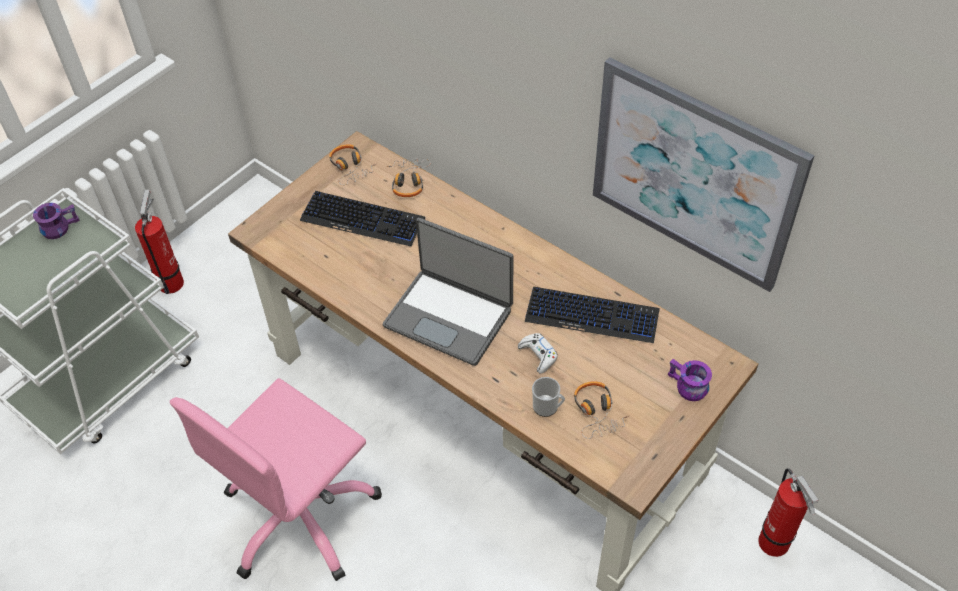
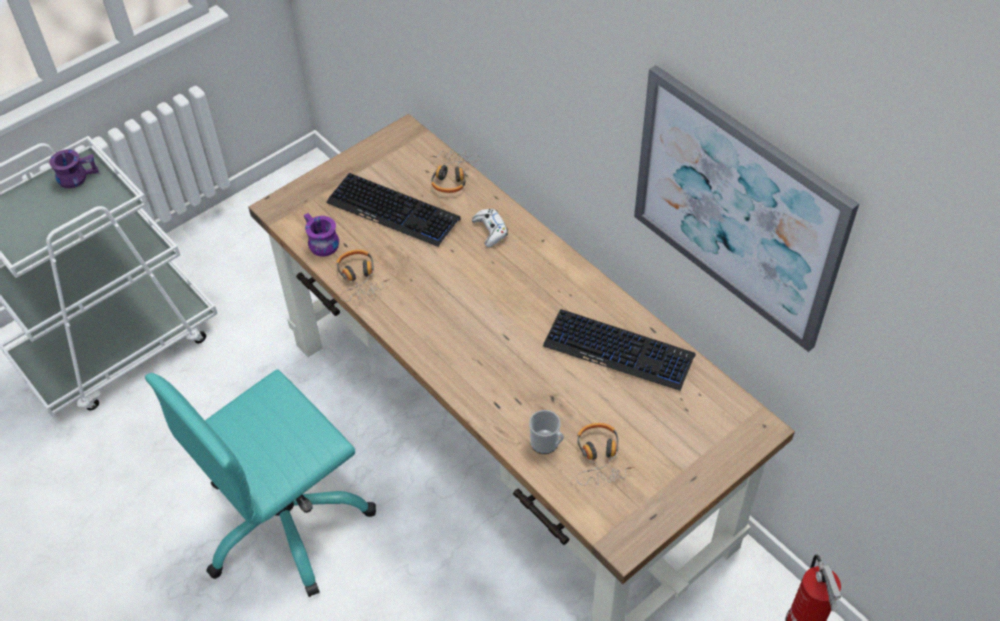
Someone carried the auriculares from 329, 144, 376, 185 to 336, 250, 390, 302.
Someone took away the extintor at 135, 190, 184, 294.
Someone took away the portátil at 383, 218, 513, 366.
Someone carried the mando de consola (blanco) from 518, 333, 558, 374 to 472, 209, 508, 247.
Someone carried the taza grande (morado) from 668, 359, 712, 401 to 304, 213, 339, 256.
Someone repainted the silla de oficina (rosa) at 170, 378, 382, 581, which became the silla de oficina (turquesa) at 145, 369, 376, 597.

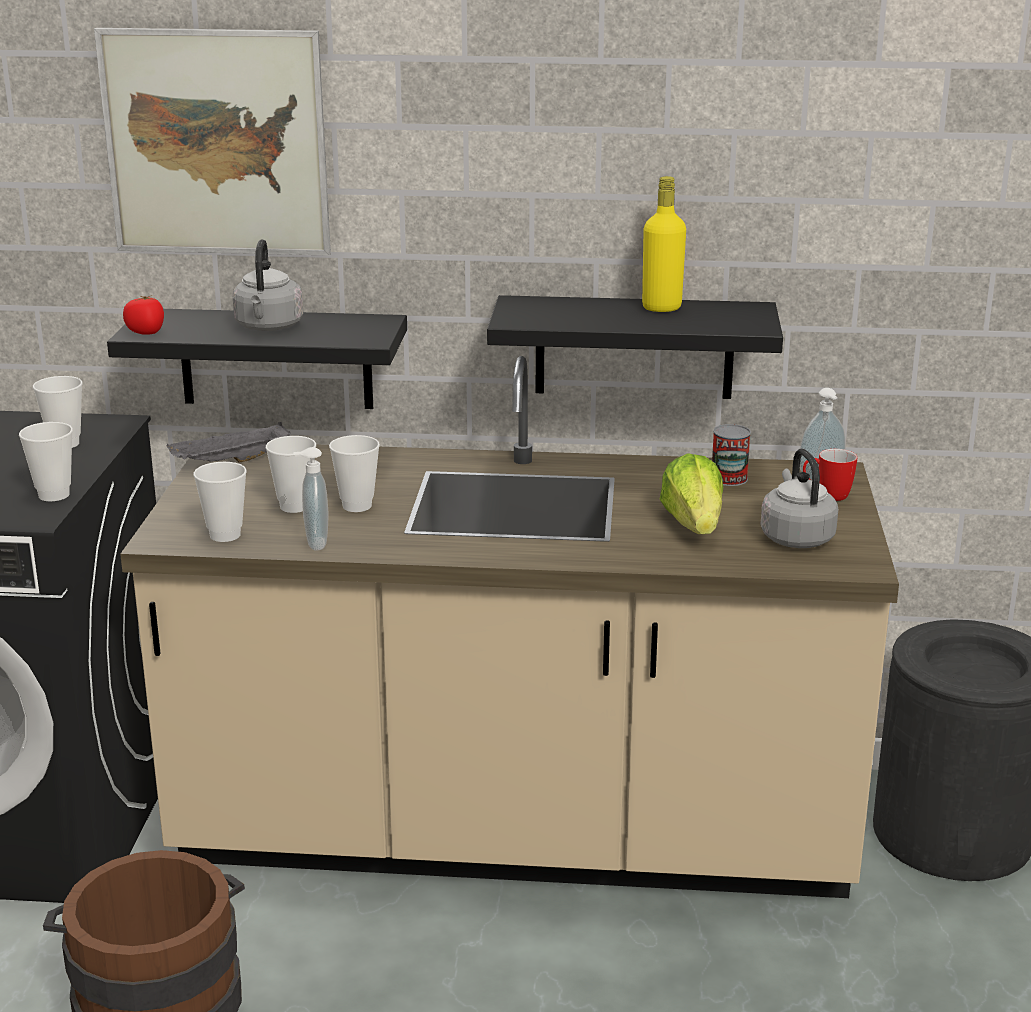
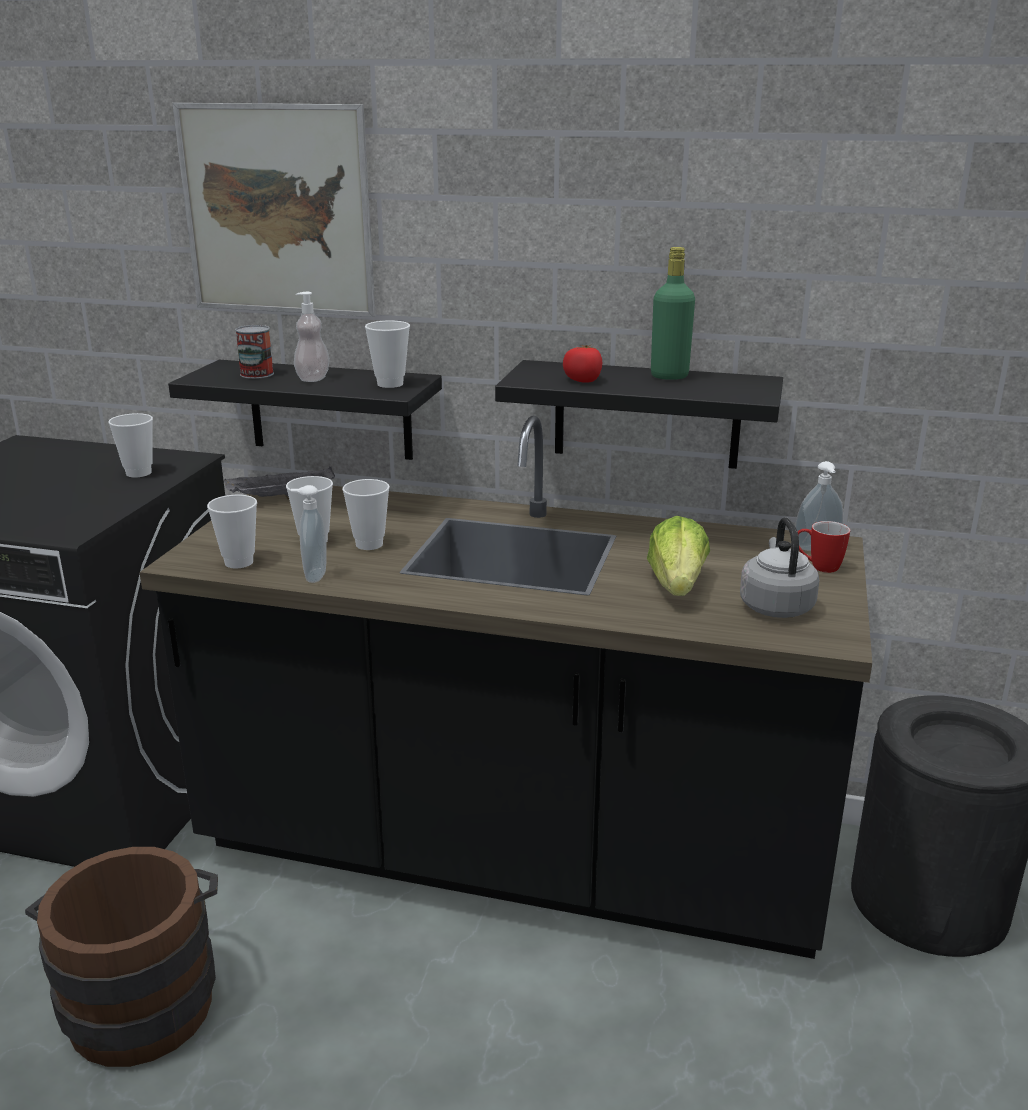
Someone repainted the botella (amarillo) at 642, 176, 686, 312, which became the botella (verde) at 651, 247, 695, 380.
Someone swapped the hervidor (gris) at 232, 239, 304, 331 for the dispensador de jabón at 294, 292, 330, 382.
Someone carried the tomate from 123, 295, 164, 335 to 563, 345, 602, 383.
Someone repainted the mueble bajo de cocina (beis) at 120, 356, 899, 898, which became the mueble bajo de cocina (negro) at 139, 416, 872, 959.
Someone carried the taza from 19, 422, 73, 501 to 365, 320, 410, 388.
Someone carried the lata from 712, 424, 751, 486 to 235, 325, 274, 379.

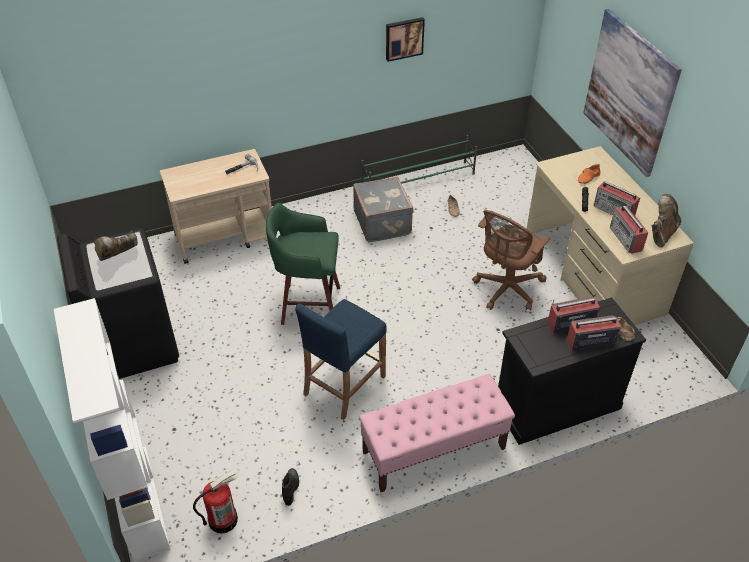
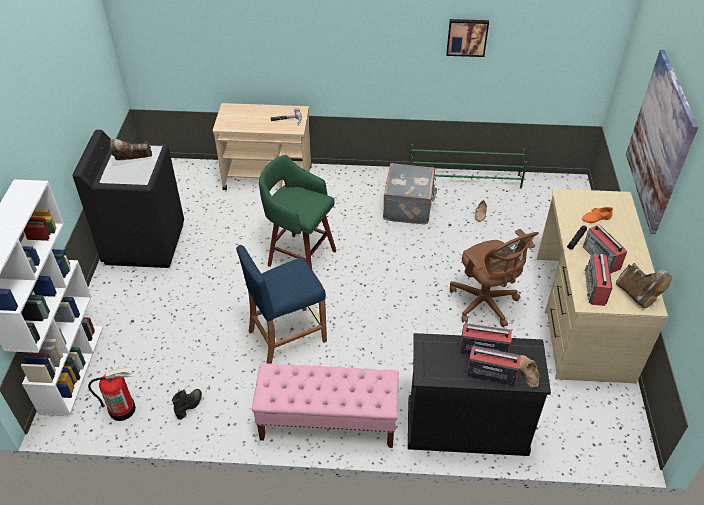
Someone rotated the bota (marrón) at 652, 194, 681, 247 by 90 degrees clockwise.
Someone rotated the silla de oficina (marrón) at 472, 210, 550, 311 by 90 degrees counterclockwise.

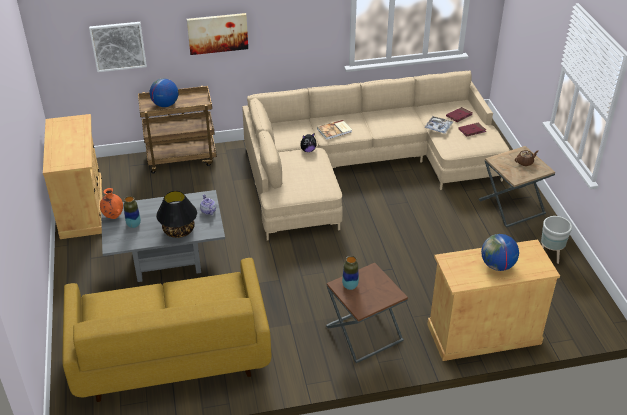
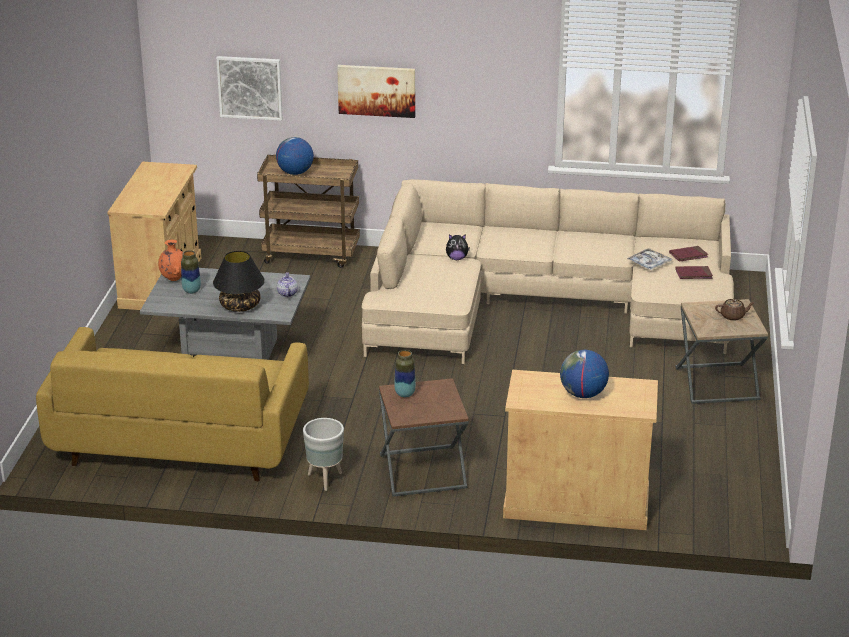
Someone took away the libro at 317, 120, 352, 140.
Someone carried the maceta (gris) from 541, 216, 572, 264 to 303, 418, 344, 491.

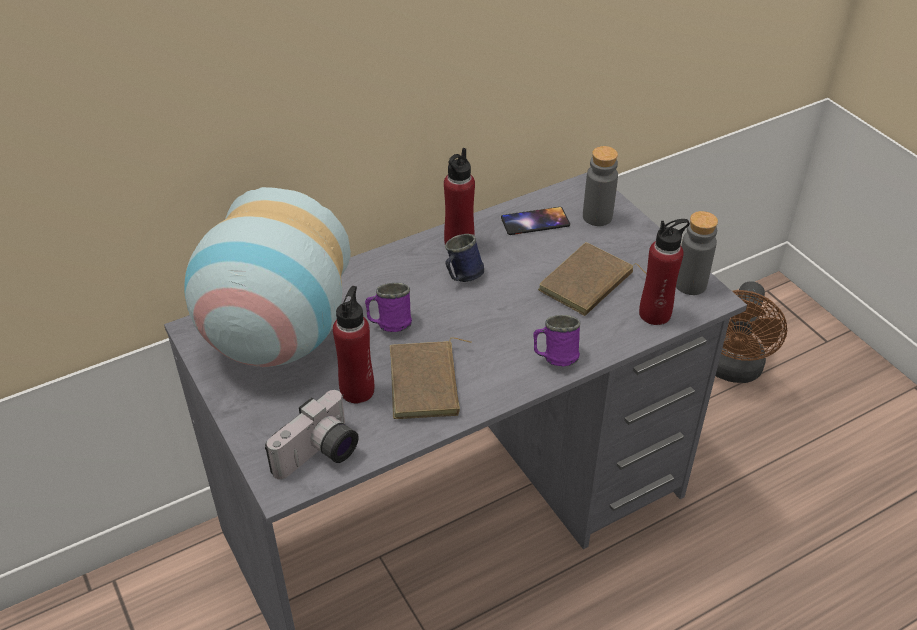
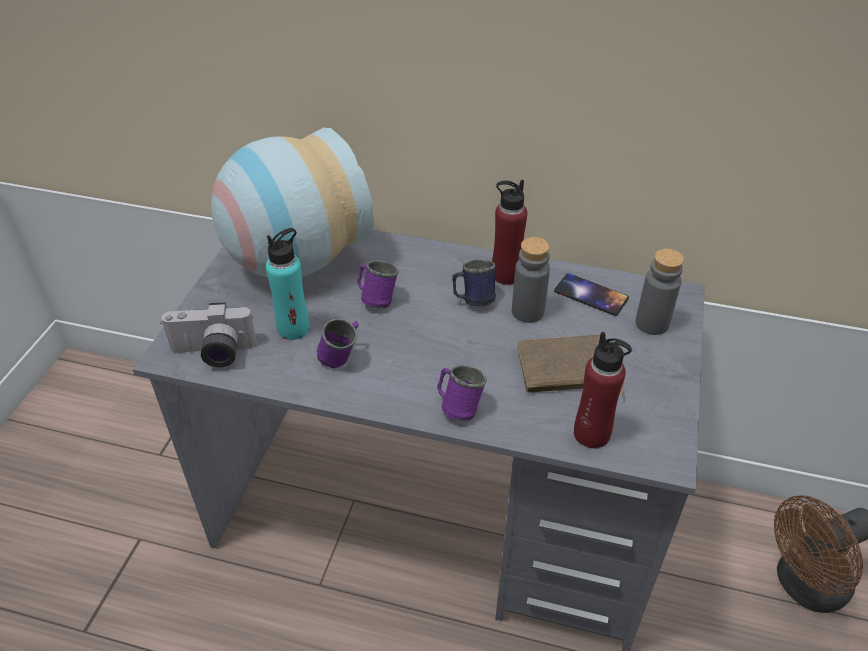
Someone carried the botella (gris) from 676, 211, 718, 295 to 512, 237, 550, 323.
Someone repainted the botella (rojo) at 333, 286, 374, 403, which became the botella (turquesa) at 266, 228, 310, 340.
Someone swapped the libro (marrón) at 390, 337, 472, 419 for the taza grande (morado) at 317, 318, 359, 368.

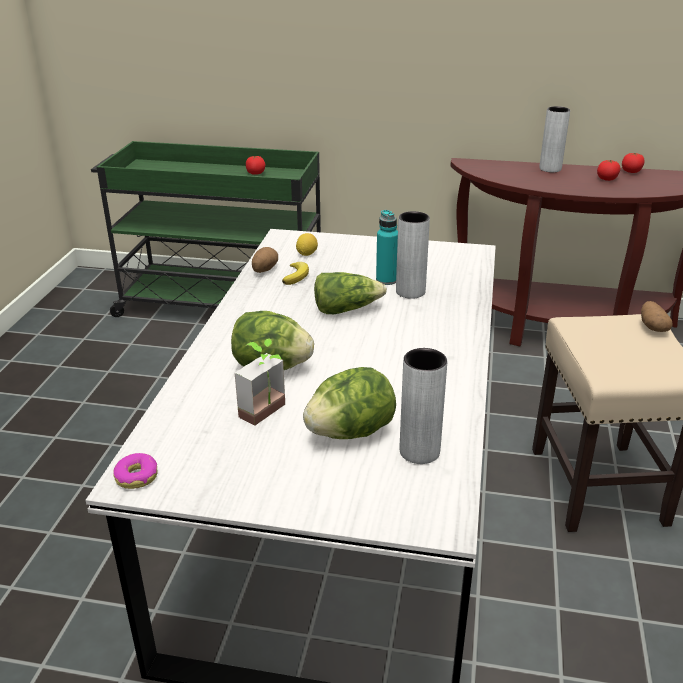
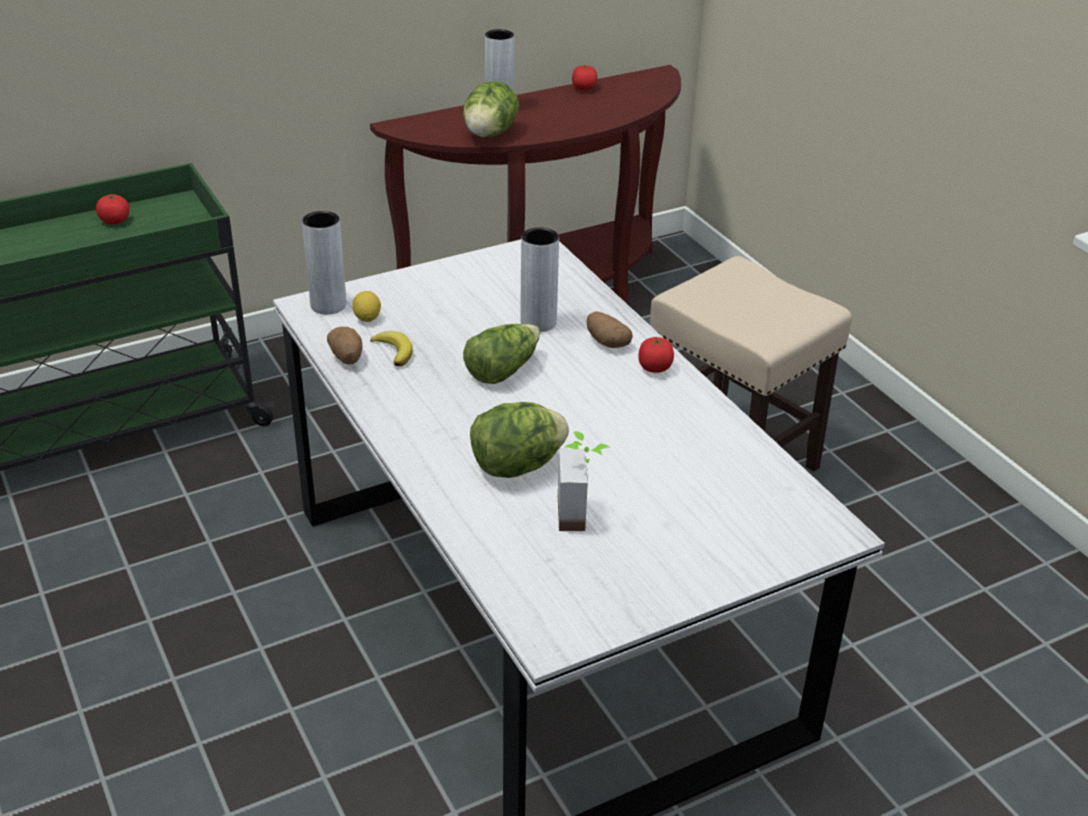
Someone carried the tomate from 597, 160, 620, 181 to 638, 337, 674, 373.
Someone took away the botella (turquesa) at 376, 210, 398, 285.
Someone carried the patata from 641, 301, 673, 332 to 587, 311, 633, 348.
Someone carried the florero (gris) from 400, 348, 447, 464 to 302, 211, 346, 314.
Someone carried the lechuga from 303, 367, 396, 439 to 463, 81, 519, 137.
Someone took away the rosquilla at 113, 453, 158, 489.

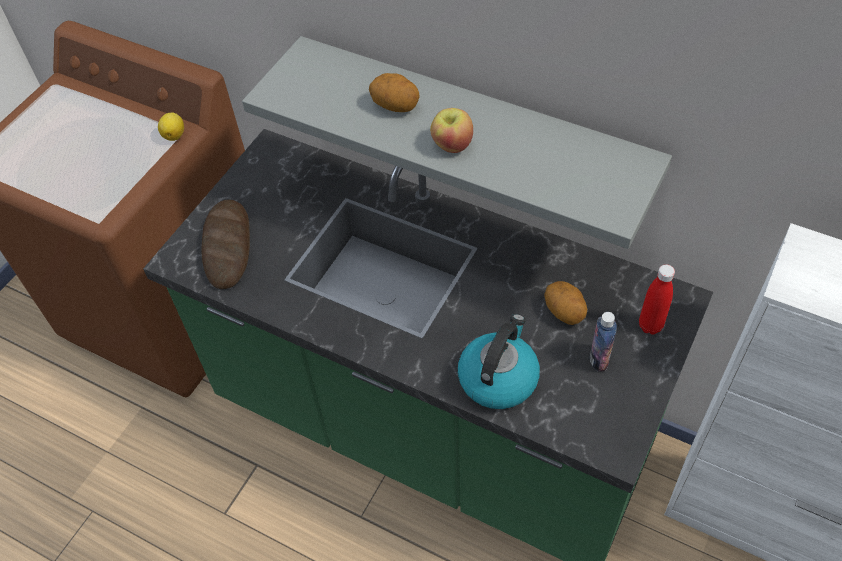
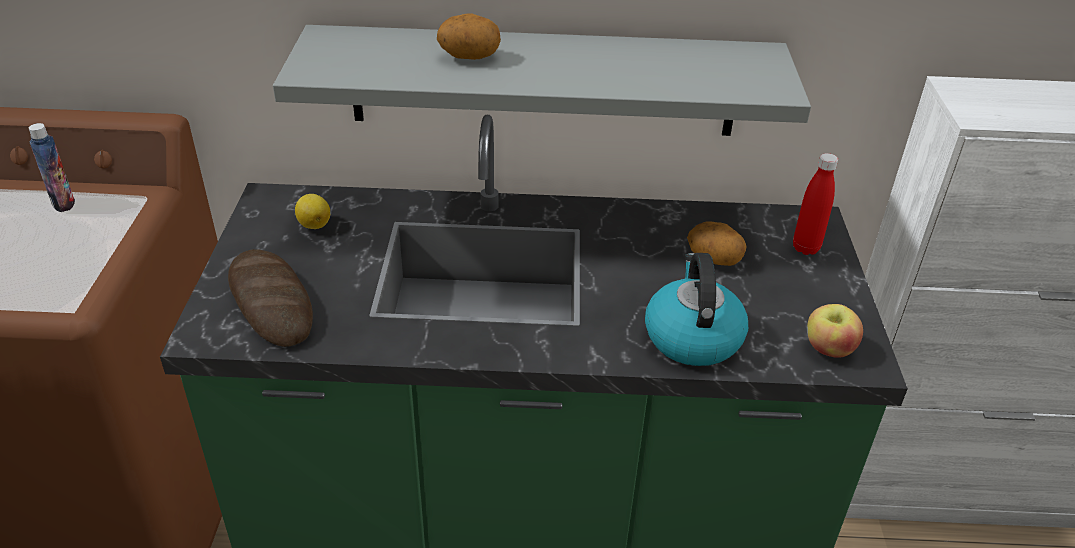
Someone carried the manzana from 430, 108, 473, 153 to 807, 304, 863, 358.
Someone carried the limón from 158, 113, 184, 141 to 295, 194, 330, 229.
Someone carried the botella from 590, 312, 617, 371 to 29, 123, 75, 212.

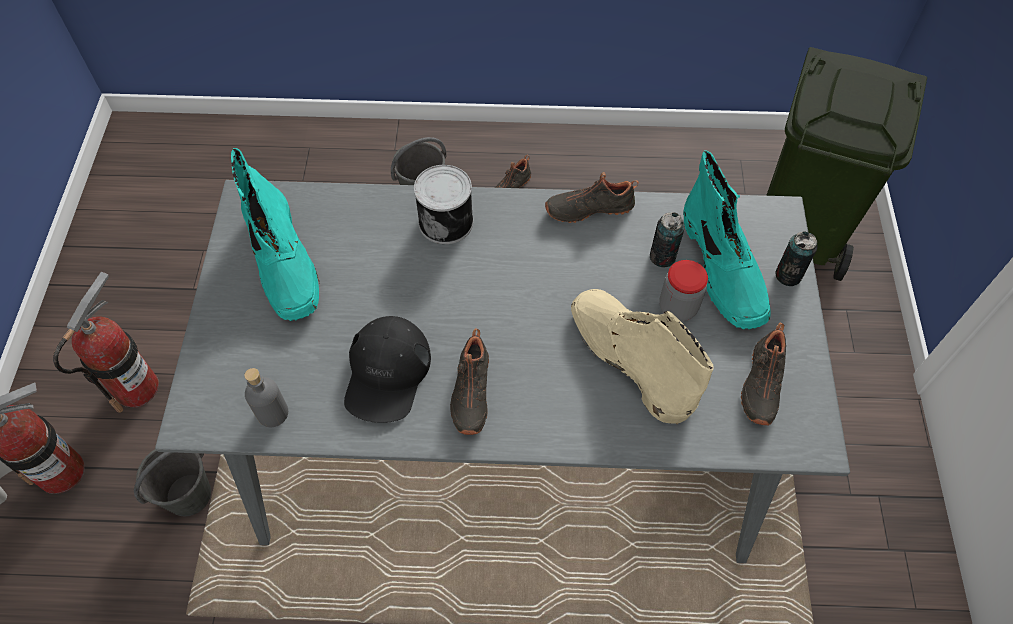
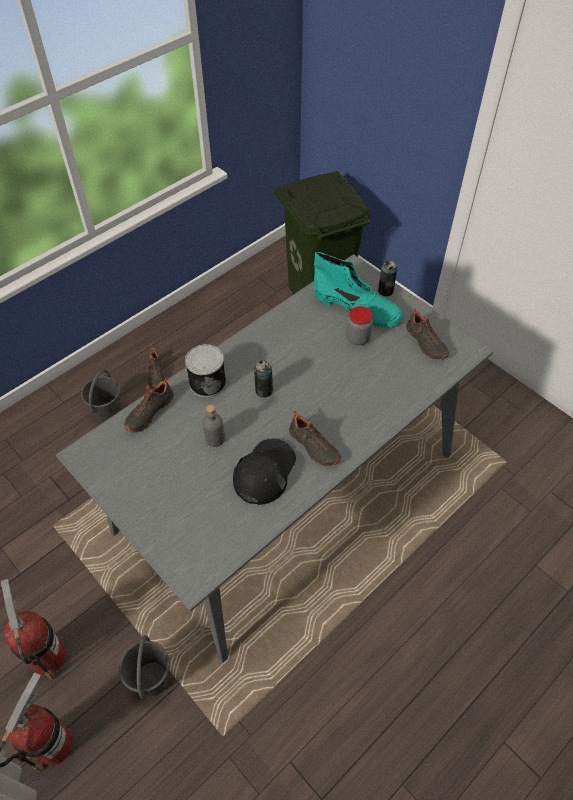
Someone took away the bota (turquesa) at 231, 148, 320, 321.
Someone carried the zapato (negro) from 545, 172, 639, 223 to 124, 377, 174, 432.
Someone carried the lata from 650, 212, 685, 267 to 254, 360, 273, 398.
Someone took away the bota (beis) at 571, 289, 713, 424.
Someone rotated the gorra (negro) at 344, 316, 431, 423 by 120 degrees counterclockwise.
Someone carried the botella (gris) from 244, 368, 288, 427 to 202, 405, 225, 447.

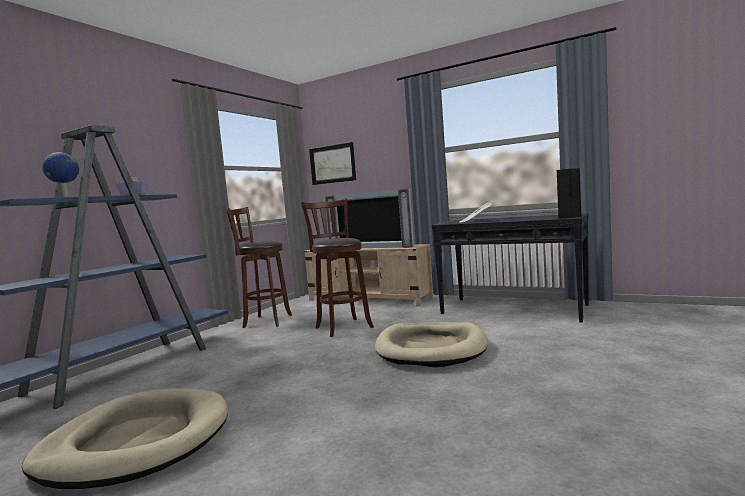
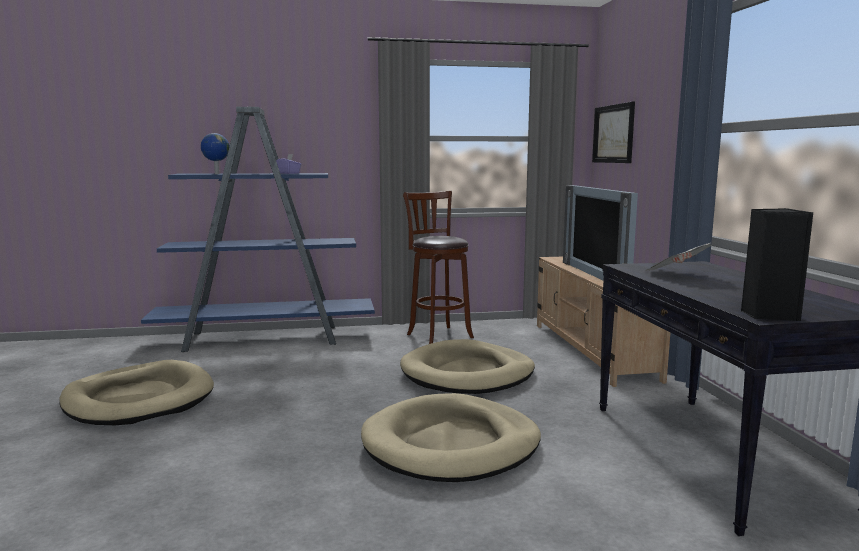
Someone swapped the taburete (marrón) at 301, 199, 374, 337 for the cama para perro (beis) at 400, 339, 535, 394.

